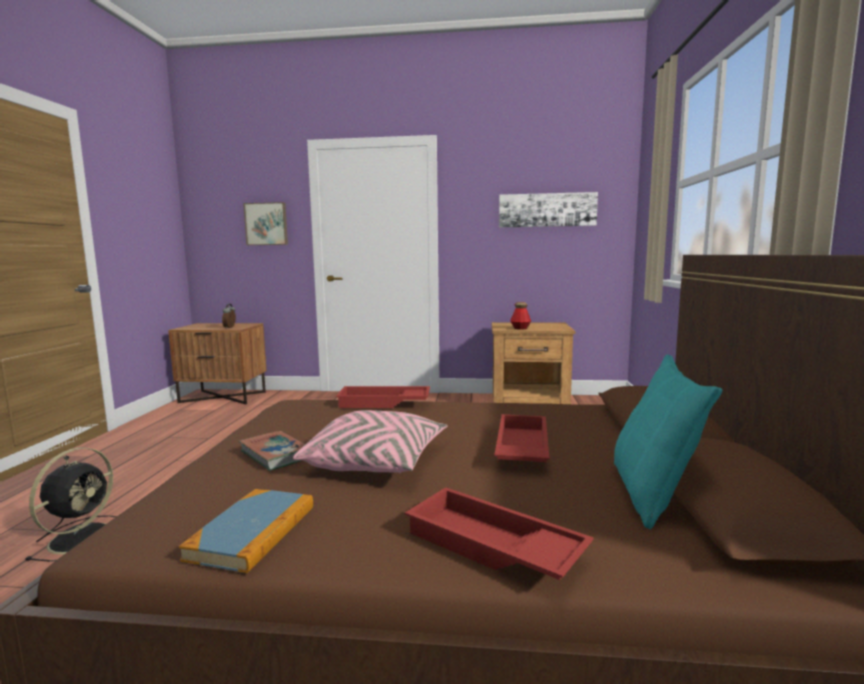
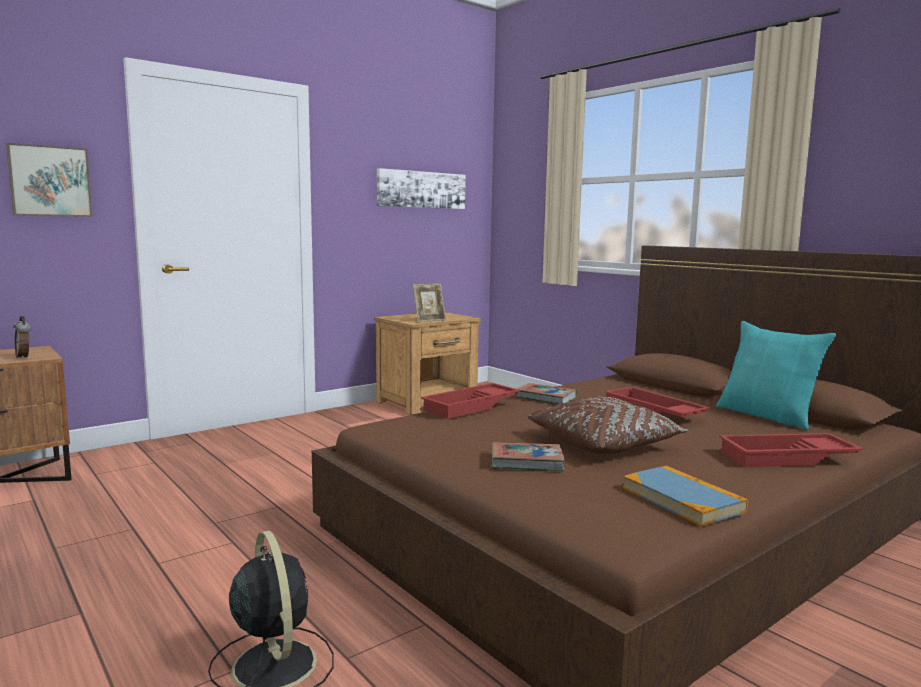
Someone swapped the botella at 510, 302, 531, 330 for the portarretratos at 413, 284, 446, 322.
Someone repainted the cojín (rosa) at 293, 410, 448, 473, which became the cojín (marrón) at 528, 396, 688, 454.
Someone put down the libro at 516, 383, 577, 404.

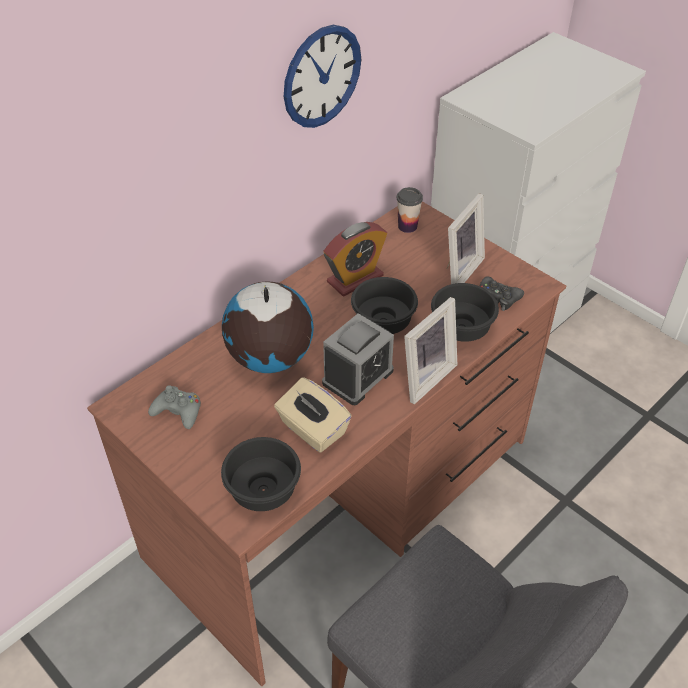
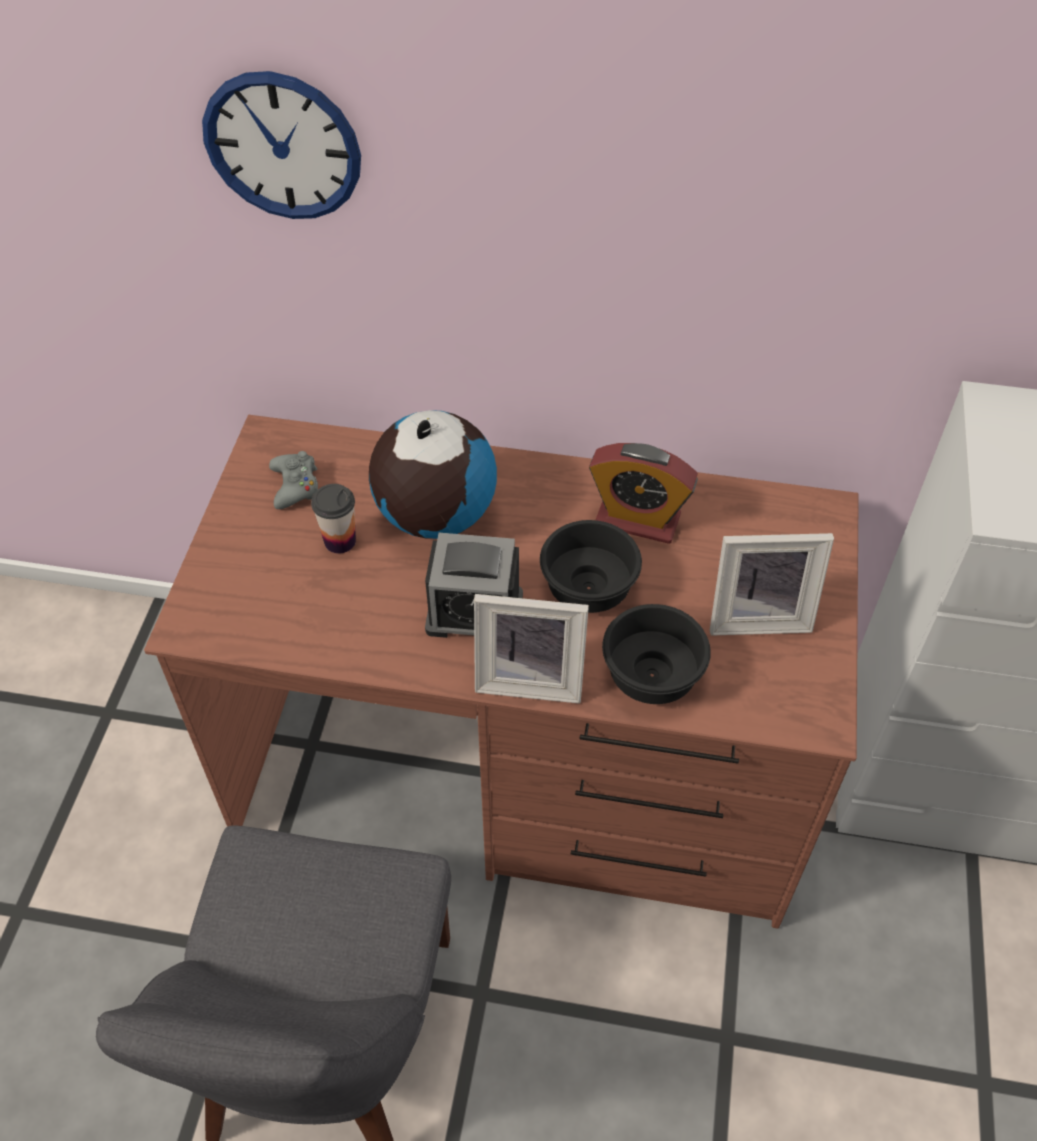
Someone carried the reloj de pared from 284, 25, 361, 128 to 202, 71, 361, 219.
Someone carried the taza from 397, 187, 423, 233 to 311, 484, 356, 553.
Someone took away the mando de consola (negro) at 480, 276, 524, 311.
Someone took away the caja de pañuelos (beis) at 274, 377, 352, 453.
Someone took away the cuenco (negro) at 221, 437, 301, 511.

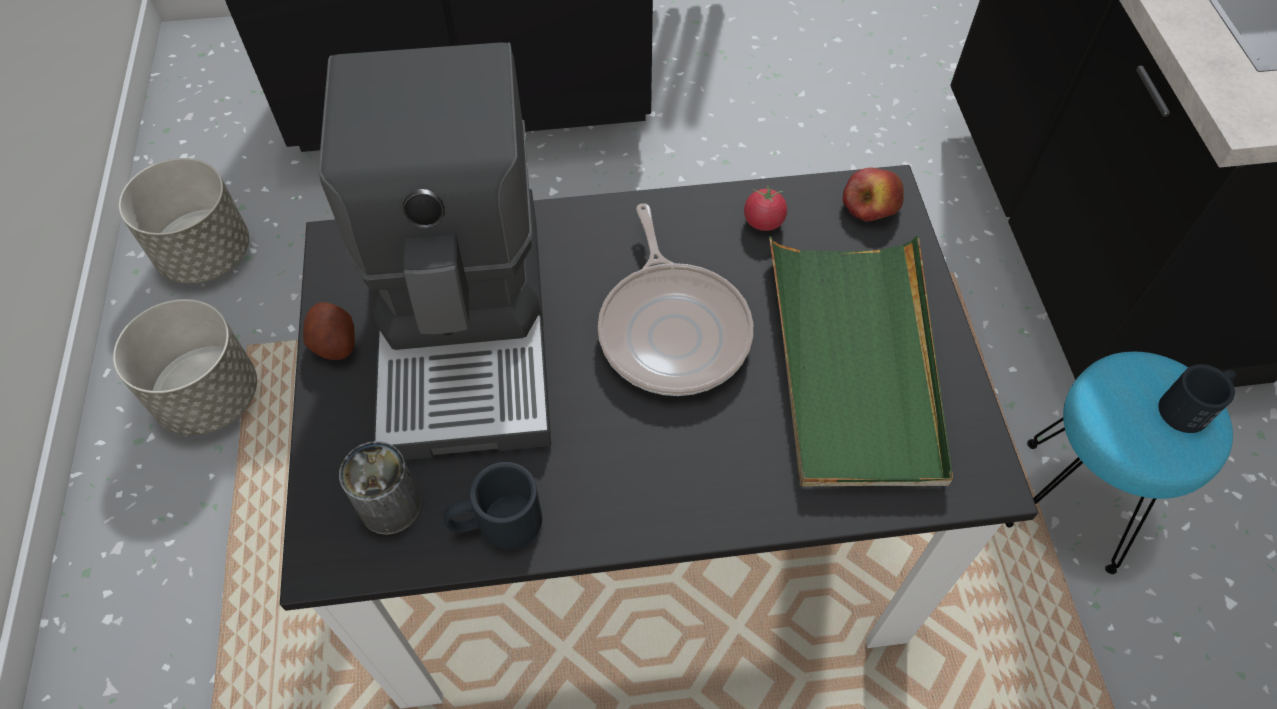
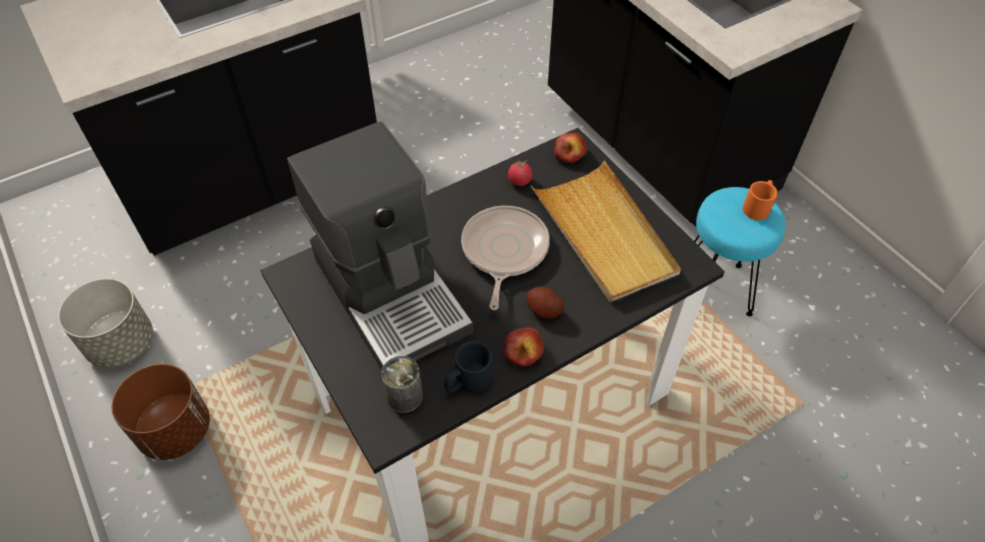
Someone rotated the sartén at 598, 203, 753, 396 by 135 degrees counterclockwise.
Someone repainted the bandeja (verde) at 769, 236, 953, 486, which became the bandeja (beis) at 531, 160, 681, 302.
Someone repainted the maceta (gris) at 113, 299, 257, 436, which became the maceta (marrón) at 112, 364, 210, 460.
Someone carried the patata from 303, 302, 355, 360 to 526, 287, 564, 319.
Someone repainted the taza grande (negro) at 1159, 364, 1236, 433, which became the taza grande (naranja) at 743, 180, 778, 220.
Someone put down the manzana at 504, 327, 544, 367.

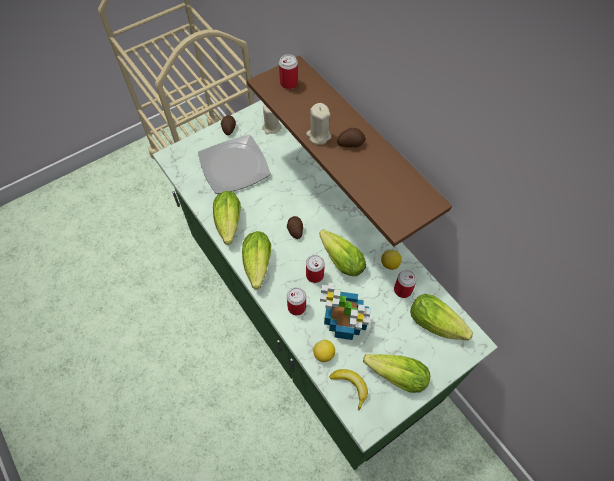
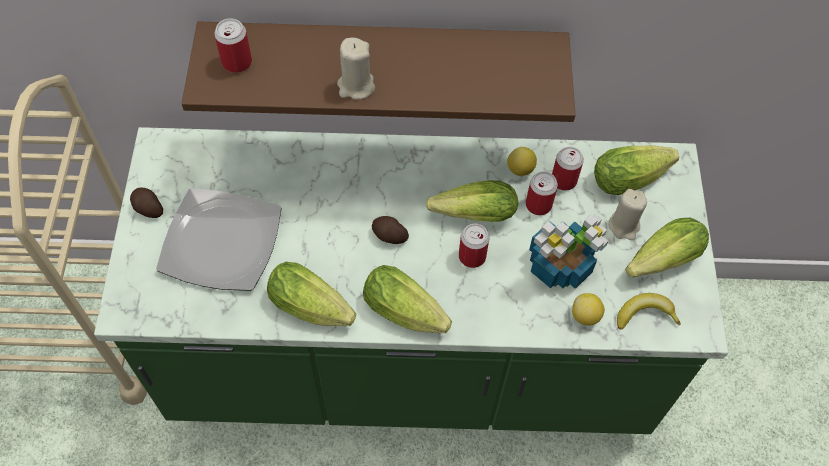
Someone carried the vela (beis) from 262, 104, 282, 134 to 608, 189, 647, 240.
Someone took away the patata at 337, 128, 366, 147.
Someone carried the lata from 287, 287, 306, 315 to 526, 171, 558, 215.

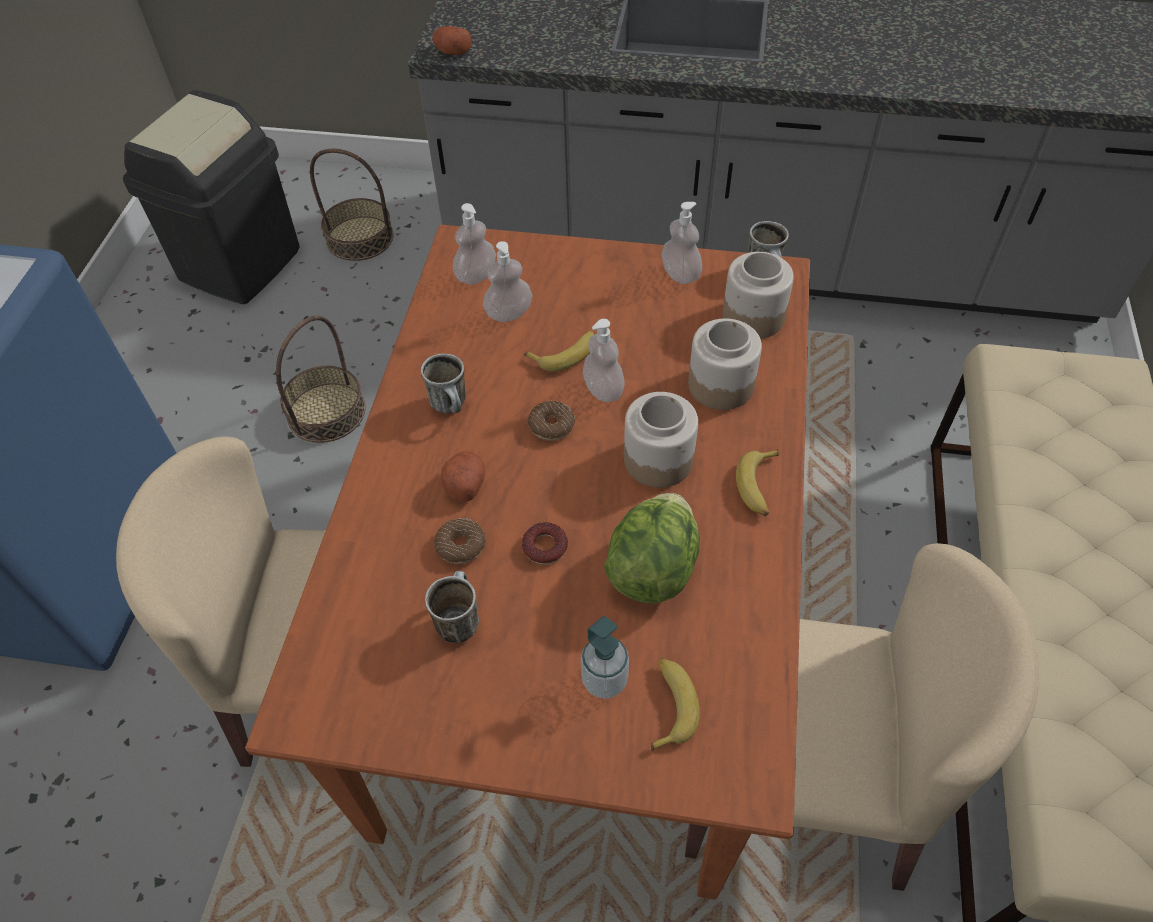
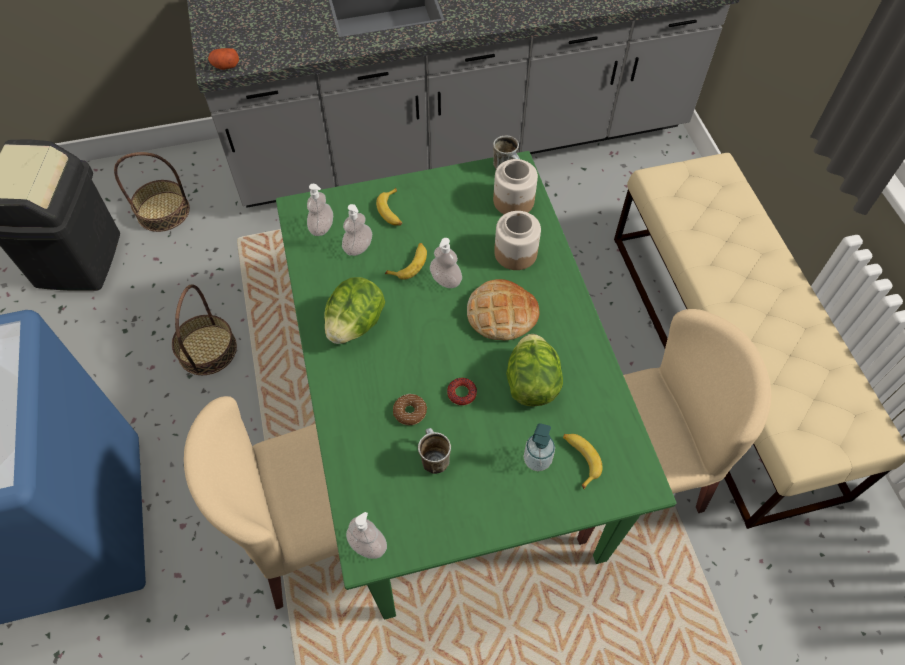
Someone carried the dispensador de jabón from 662, 202, 702, 284 to 346, 512, 387, 559.
Someone repainted the mesa de comedor (marrón) at 245, 225, 810, 900, which became the mesa de comedor (verde) at 276, 151, 677, 619.
Someone swapped the taza grande at 421, 353, 466, 413 for the lechuga at 324, 277, 385, 344.
Someone swapped the tarro at 624, 392, 698, 488 for the pan at 467, 279, 540, 340.
Someone took away the rosquilla at 528, 401, 575, 440.
Someone carried the plátano from 736, 449, 779, 516 to 376, 188, 402, 226.
Someone took away the patata at 441, 451, 485, 502.

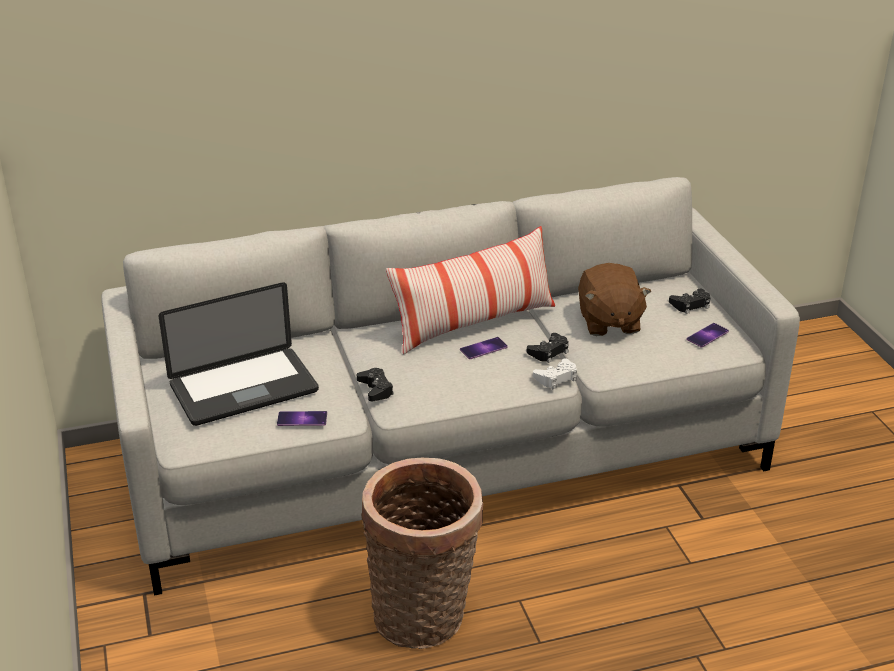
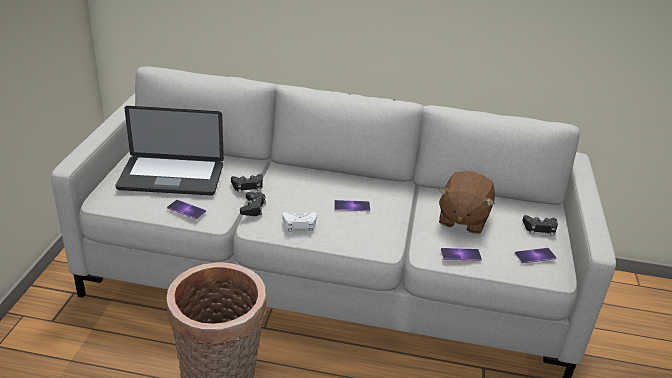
Someone took away the cojín at 386, 226, 555, 354.
Someone carried the mando de consola (negro) from 527, 333, 569, 363 to 231, 174, 263, 193.
Someone carried the mando de consola (blanco) from 533, 359, 577, 389 to 282, 212, 317, 231.
Someone put down the móvil at 441, 248, 482, 261.

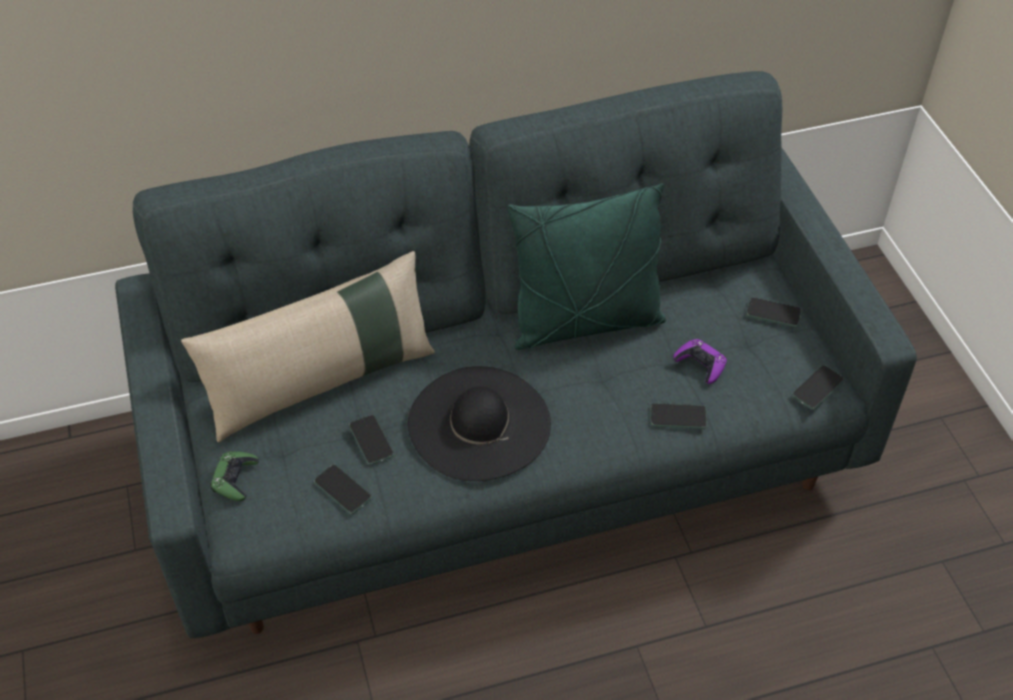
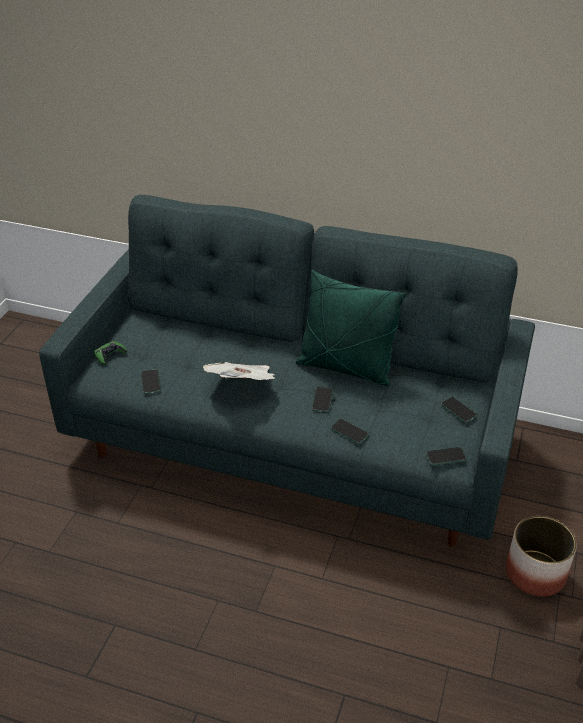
Someone took away the cojín (beis) at 181, 251, 435, 442.
Someone took away the mando de consola (morado) at 673, 339, 727, 384.
Someone swapped the sombrero (negro) at 408, 366, 551, 481 for the periódico at 203, 362, 276, 380.
Someone carried the móvil from 349, 415, 394, 465 to 312, 387, 334, 412.
Someone put down the maceta at 506, 516, 577, 597.

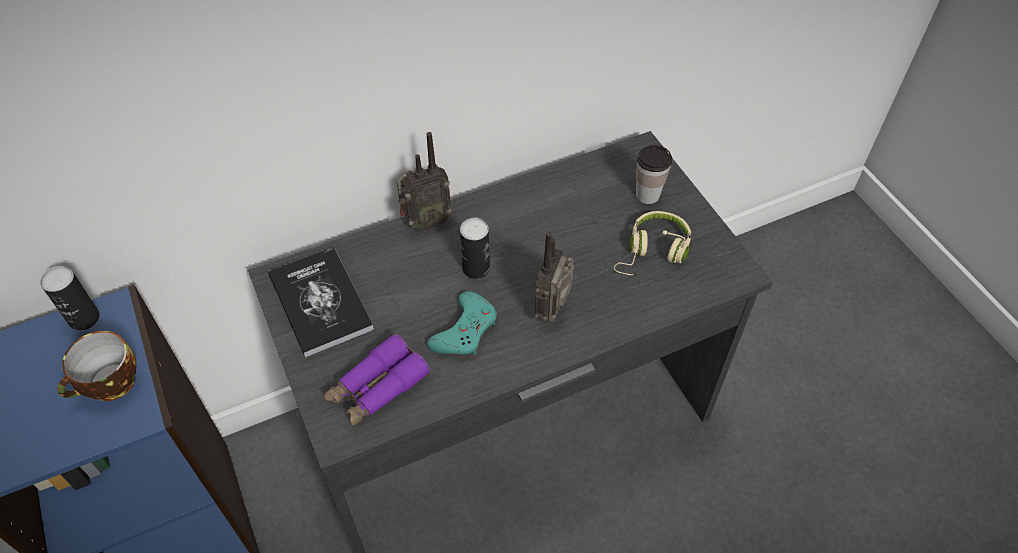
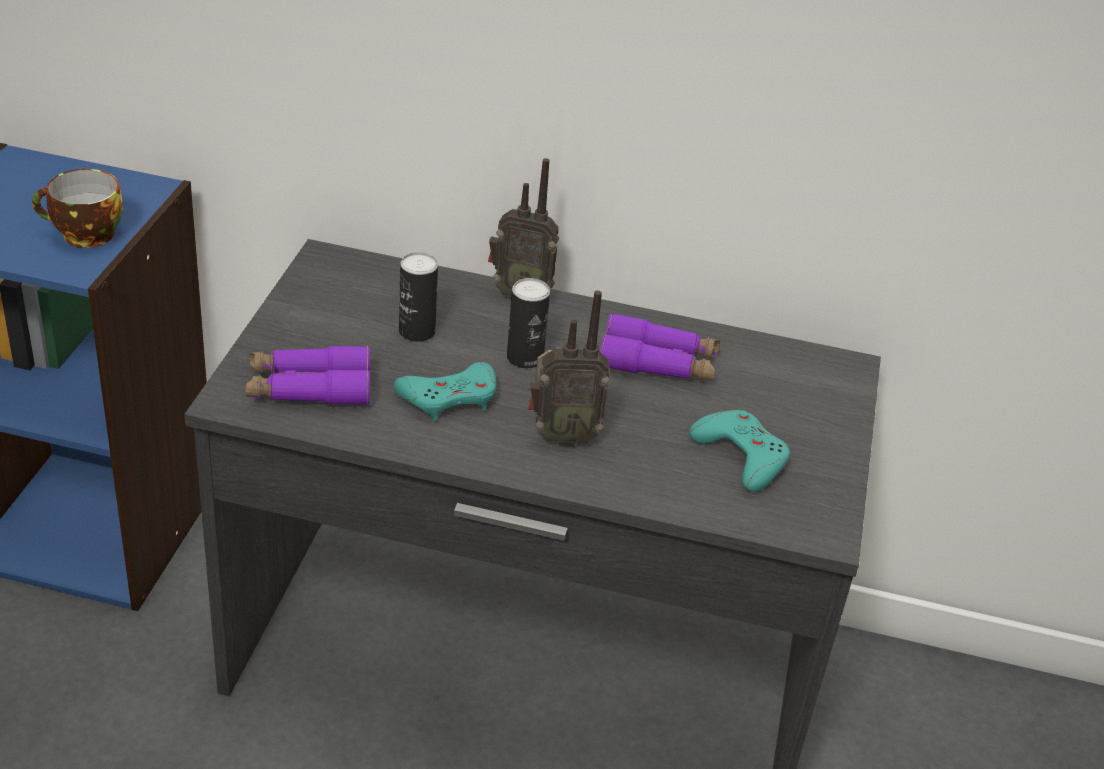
Someone took away the taza at 636, 145, 672, 204.
Someone swapped the auriculares (beis) at 614, 211, 691, 275 for the mando de consola (turquesa) at 689, 410, 790, 492.
Someone rotated the radio at 535, 232, 574, 323 by 150 degrees counterclockwise.
Someone took away the libro at 268, 247, 374, 357.
Someone carried the lata from 40, 266, 100, 331 to 399, 252, 438, 342.
Someone put down the prismáticos (morado) at 600, 313, 720, 381.

